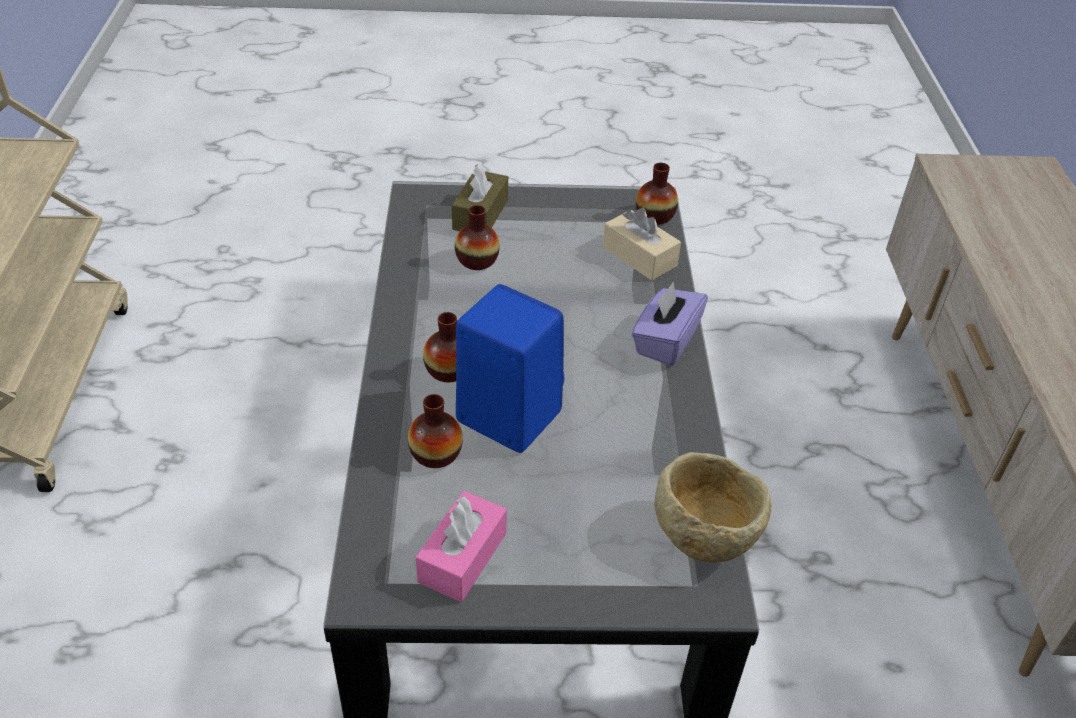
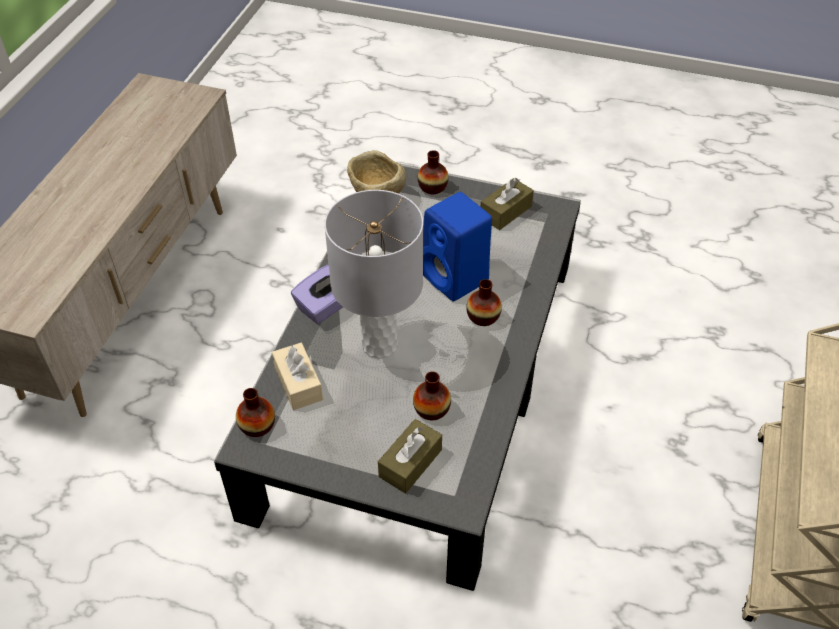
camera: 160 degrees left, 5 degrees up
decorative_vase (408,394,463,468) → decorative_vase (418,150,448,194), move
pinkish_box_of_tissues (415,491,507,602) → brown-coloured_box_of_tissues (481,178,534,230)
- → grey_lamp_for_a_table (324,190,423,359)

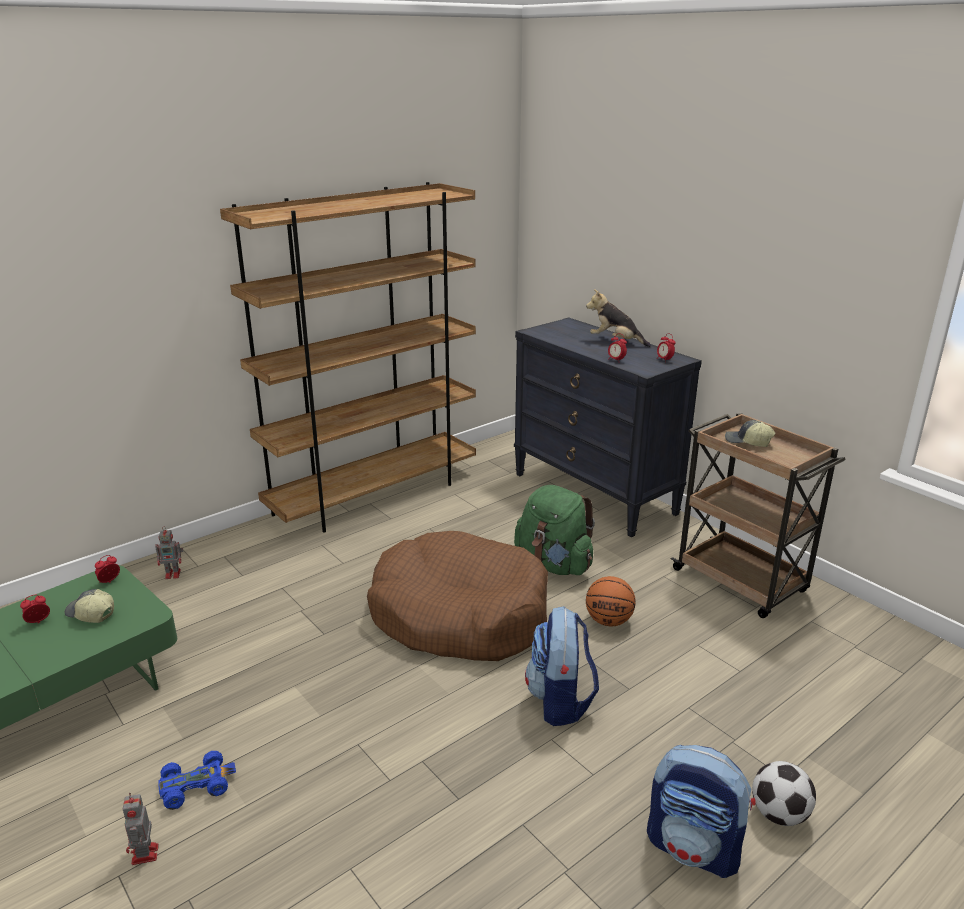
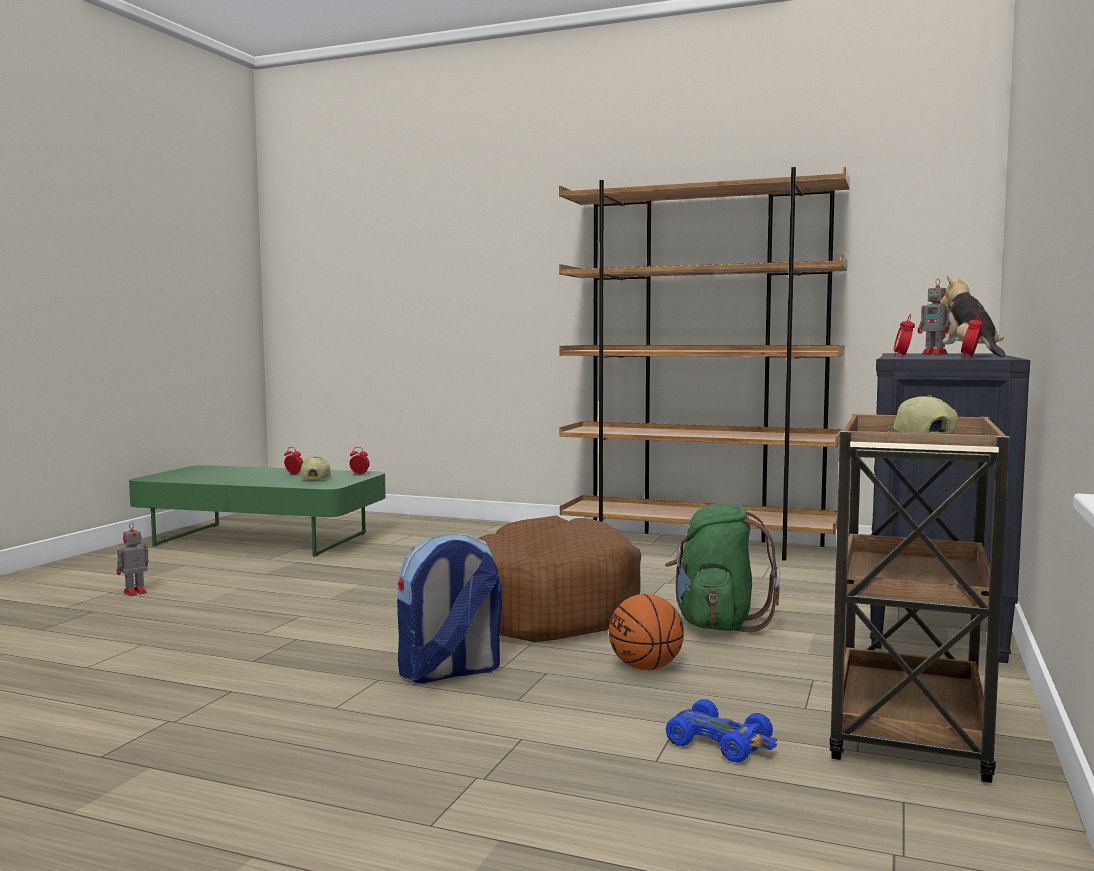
camera: 60 degrees right, 20 degrees down
model_robot (155,526,183,579) → model_robot (918,280,951,354), move
blue-coloured_model_car (158,751,236,810) → blue-coloured_model_car (666,699,777,763), move
rucksack (647,745,756,878) → -
football (752,761,816,826) → -

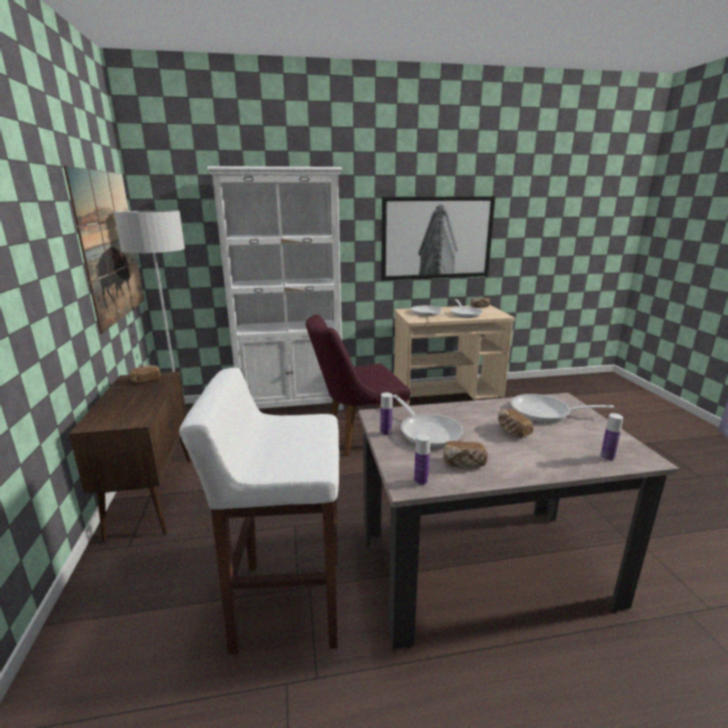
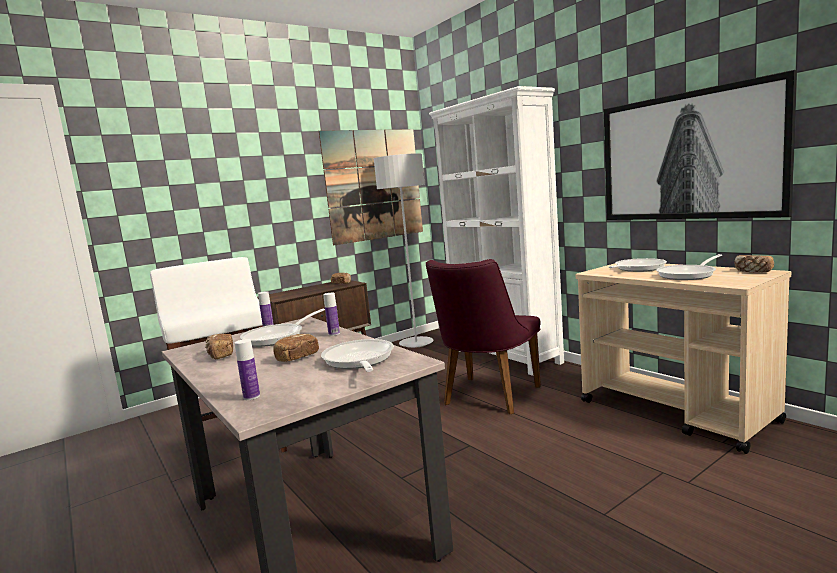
camera: 65 degrees right, 10 degrees down
purple-coloured_chair (306,315,411,456) → purple-coloured_chair (426,259,541,414), 105 degrees counterclockwise
drink_bottle (414,434,430,486) → drink_bottle (323,293,340,336), move

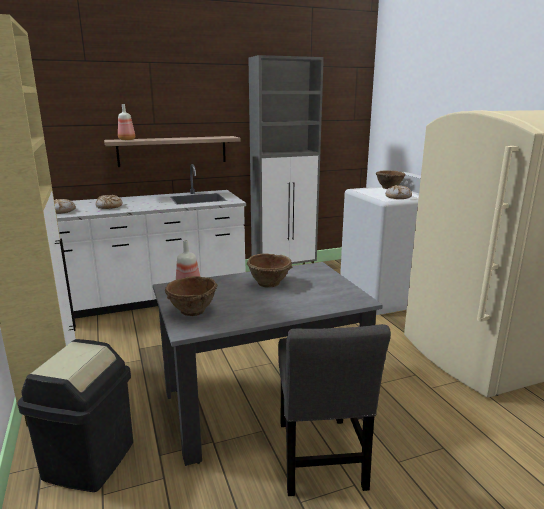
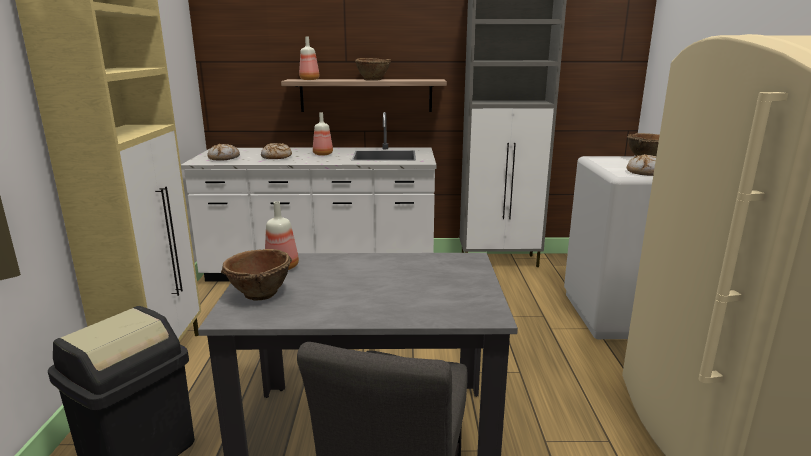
camera: 20 degrees right, 0 degrees up
brown-coloured_serving_bowl (247,253,292,287) → brown-coloured_serving_bowl (355,58,391,81), move
- → drink_bottle (313,113,333,156)

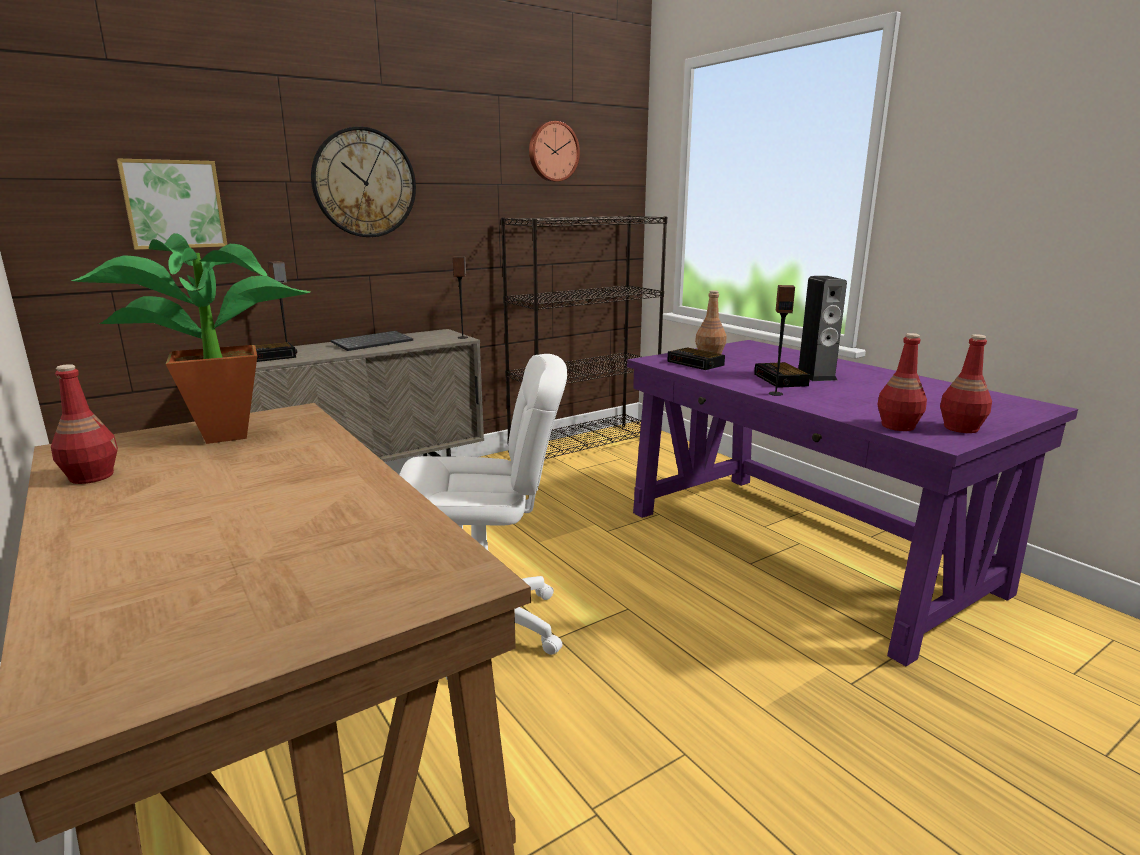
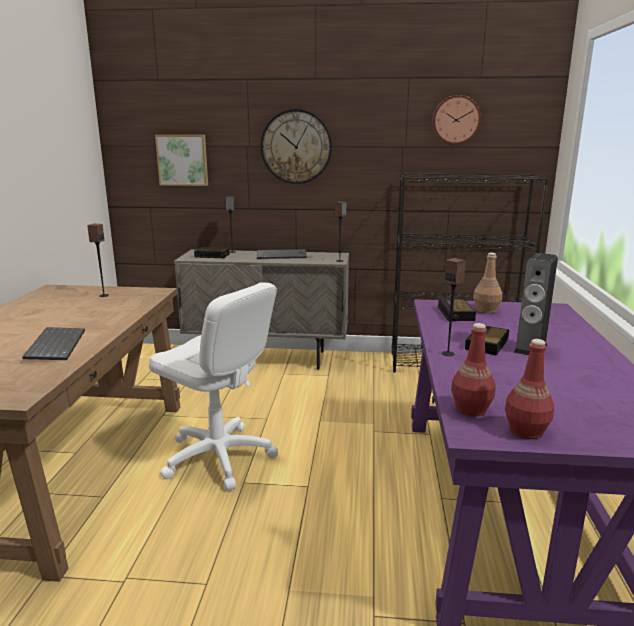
camera: 40 degrees right, 0 degrees up
red-coloured_drink_bottle (51,364,118,484) → -
plant_in_a_pot (71,233,310,444) → audio_speaker (87,224,109,297)
- → PC_keyboard (22,327,85,360)

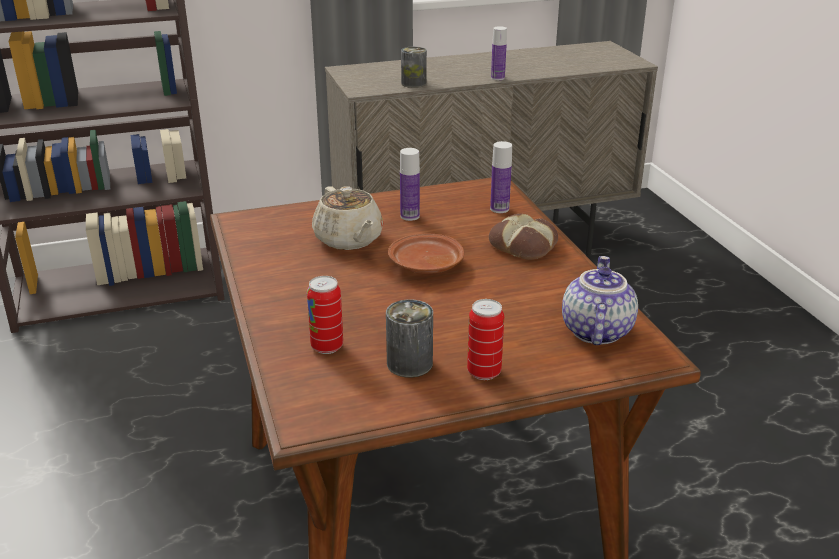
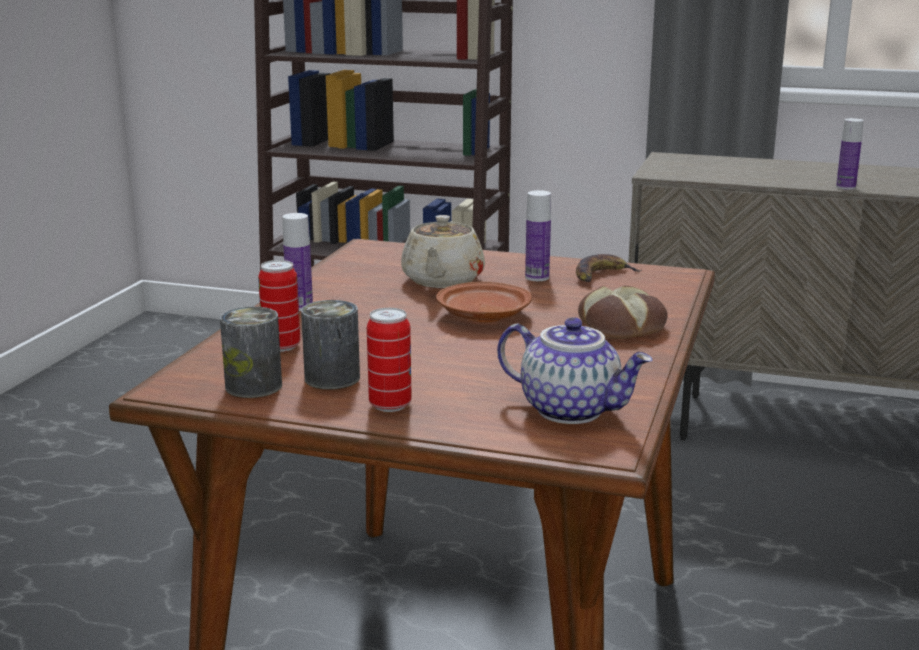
camera: 35 degrees right, 10 degrees down
metal_can (401,47,427,88) → metal_can (220,307,282,398), move
drink_bottle (490,141,512,213) → drink_bottle (283,213,313,311), move
tea_pot (562,256,638,345) → tea_pot (497,317,652,424), 75 degrees clockwise
- → banana_fruit (576,254,642,282)

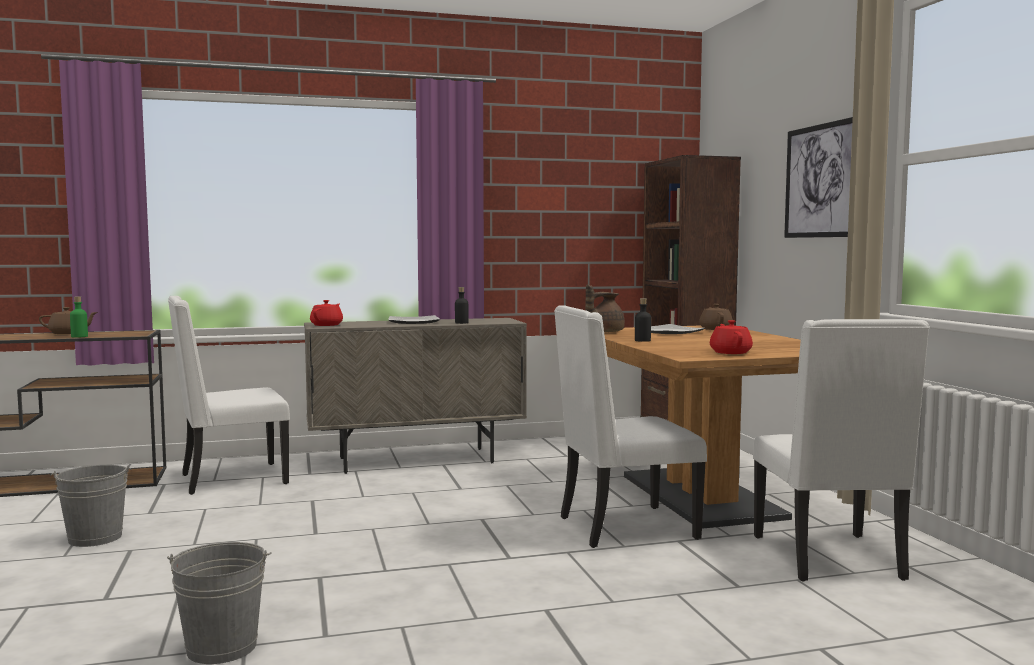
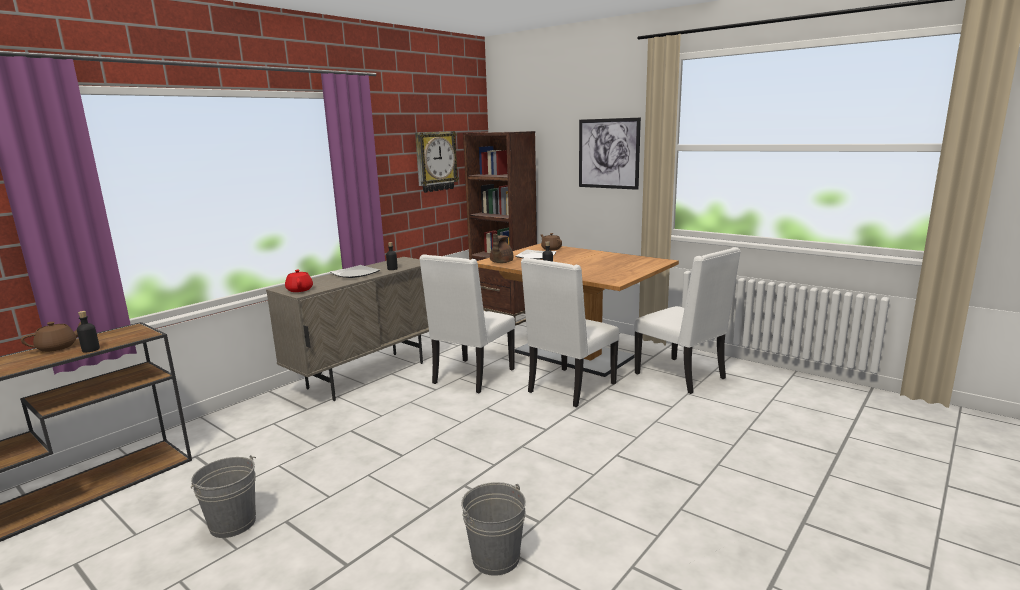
camera: 35 degrees left, 10 degrees up
green-coloured_drink_bottle (70,296,88,338) → black-coloured_drink_bottle (77,311,100,353)
white-coloured_chair (168,296,290,495) → white-coloured_chair (419,254,515,393), move
red-coloured_tea_pot (710,320,753,354) → -
- → wall_clock (415,131,459,193)

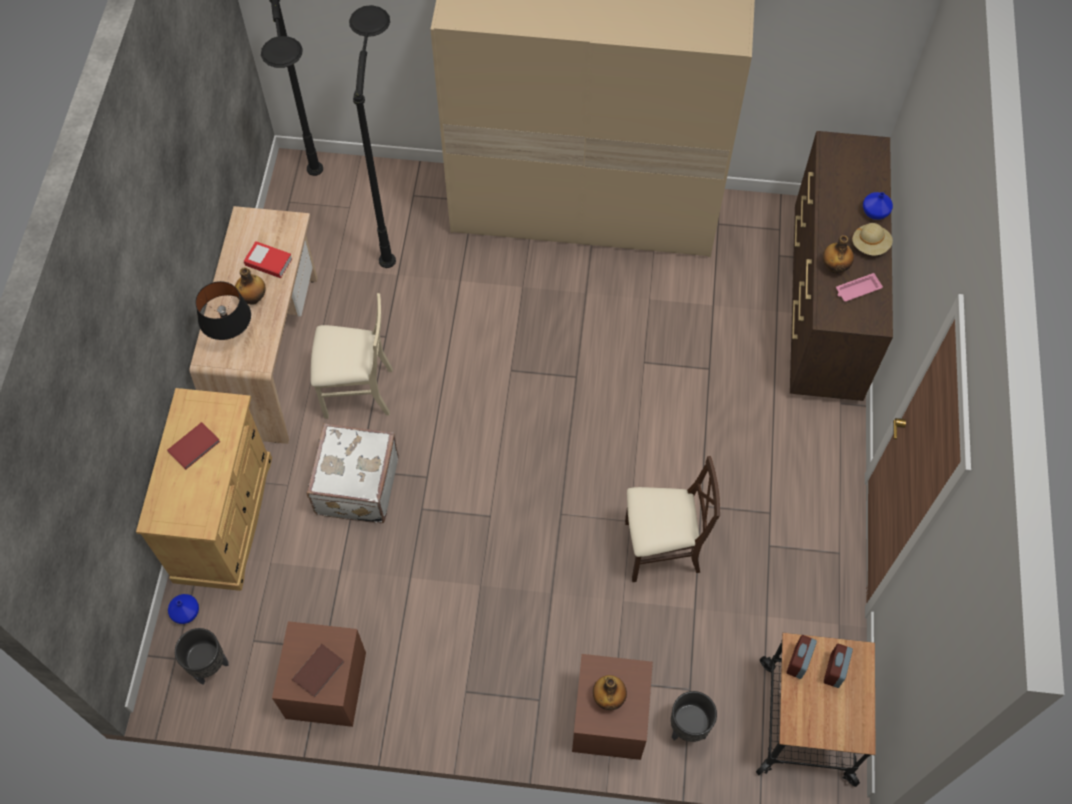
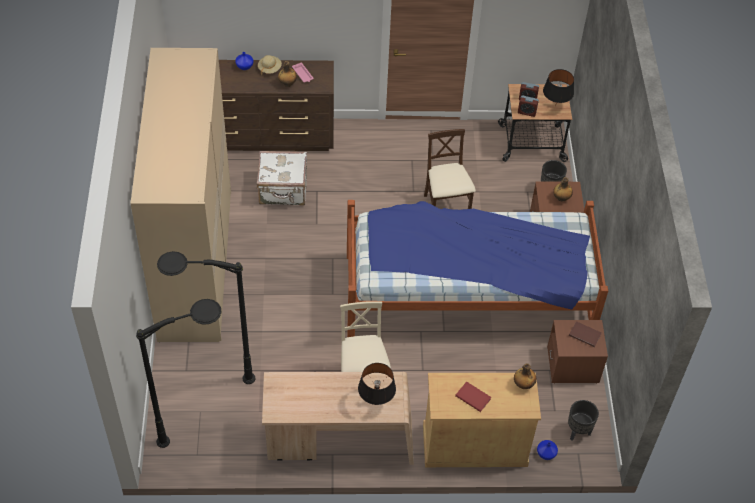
camera: 100 degrees left, 10 degrees down
drink_bottle (235,267,266,305) → drink_bottle (514,364,536,389), move
volume (244,241,292,278) → -
white-coloured_piece_of_luggage (307,423,399,523) → white-coloured_piece_of_luggage (257,151,307,206), move
- → bedroom_bed (347,200,608,337)
- → black-coloured_lamp_for_a_table (543,69,574,106)

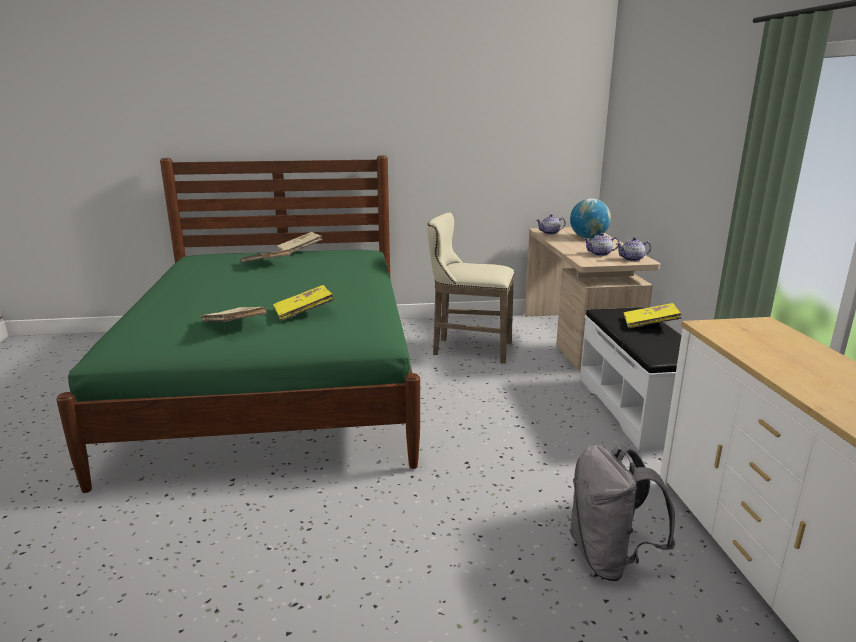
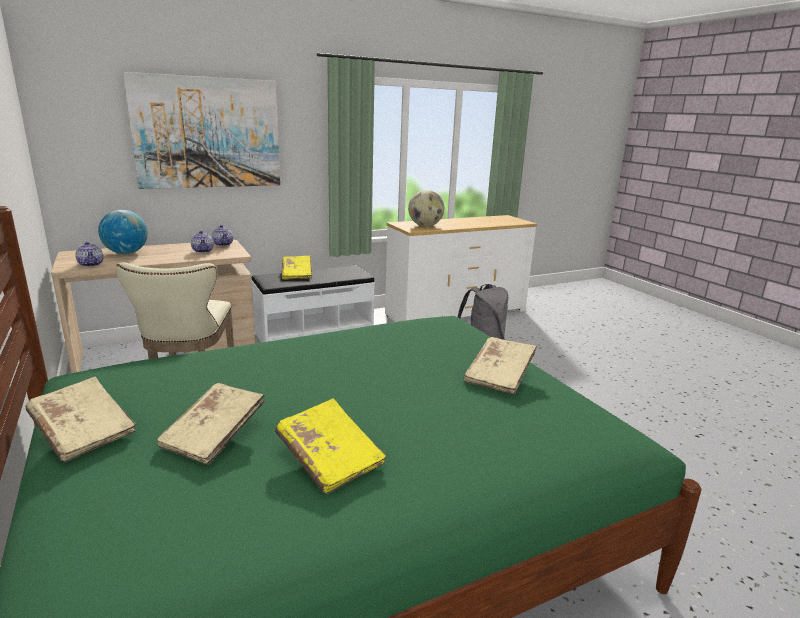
camera: 110 degrees left, 0 degrees up
yellow_volume (273,285,334,321) → yellow_volume (275,398,386,494), move
- → picture (123,72,280,189)
- → globe (408,190,444,227)

